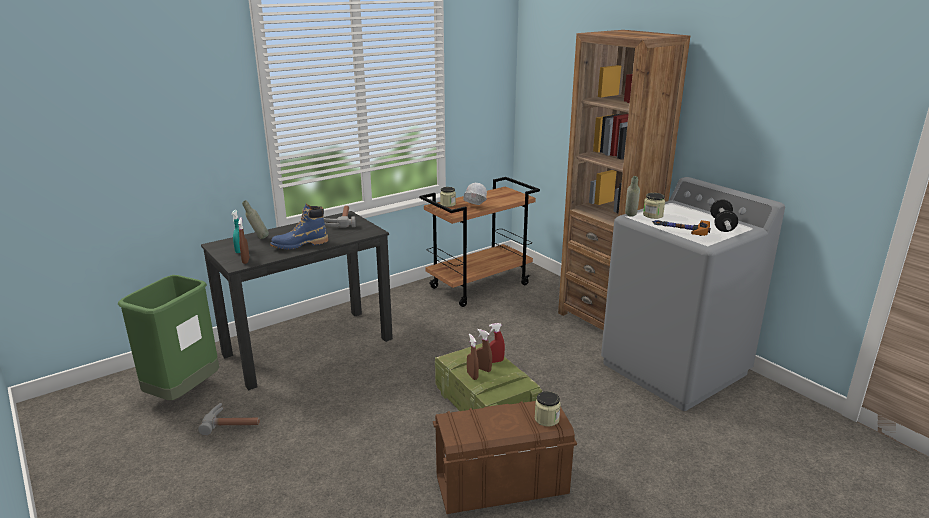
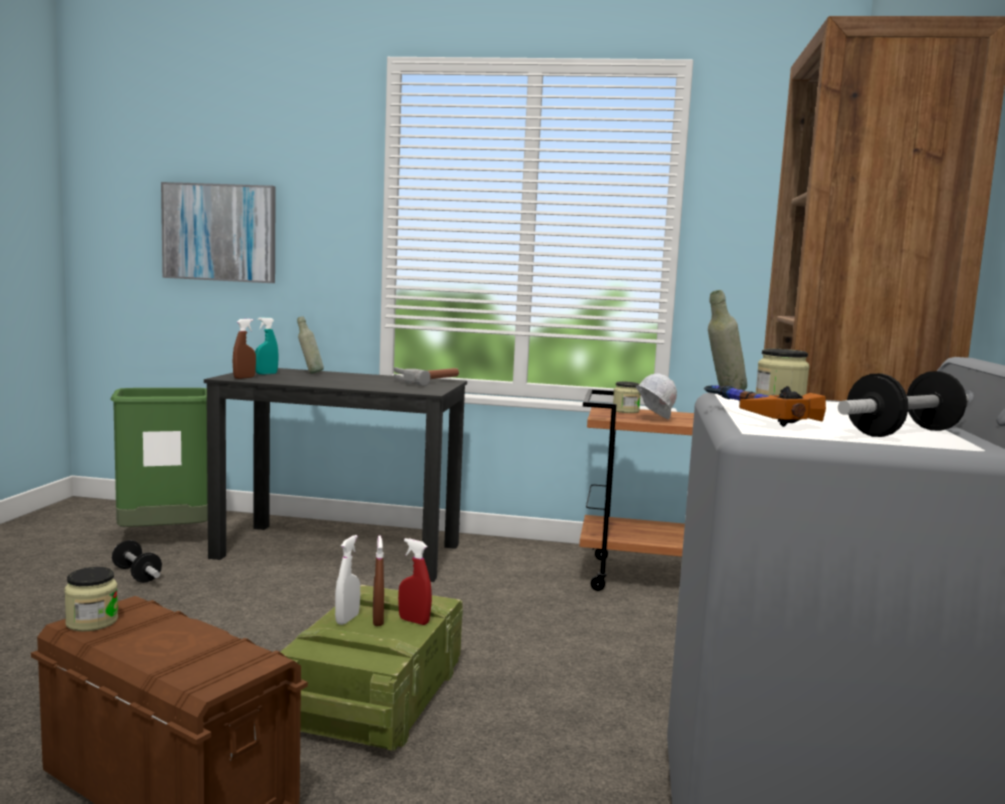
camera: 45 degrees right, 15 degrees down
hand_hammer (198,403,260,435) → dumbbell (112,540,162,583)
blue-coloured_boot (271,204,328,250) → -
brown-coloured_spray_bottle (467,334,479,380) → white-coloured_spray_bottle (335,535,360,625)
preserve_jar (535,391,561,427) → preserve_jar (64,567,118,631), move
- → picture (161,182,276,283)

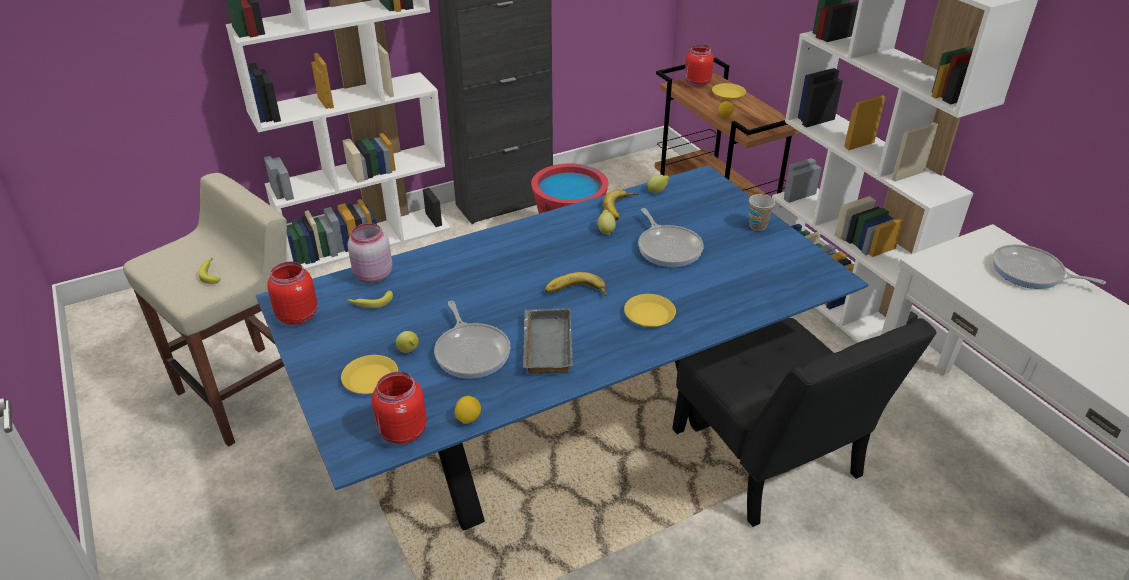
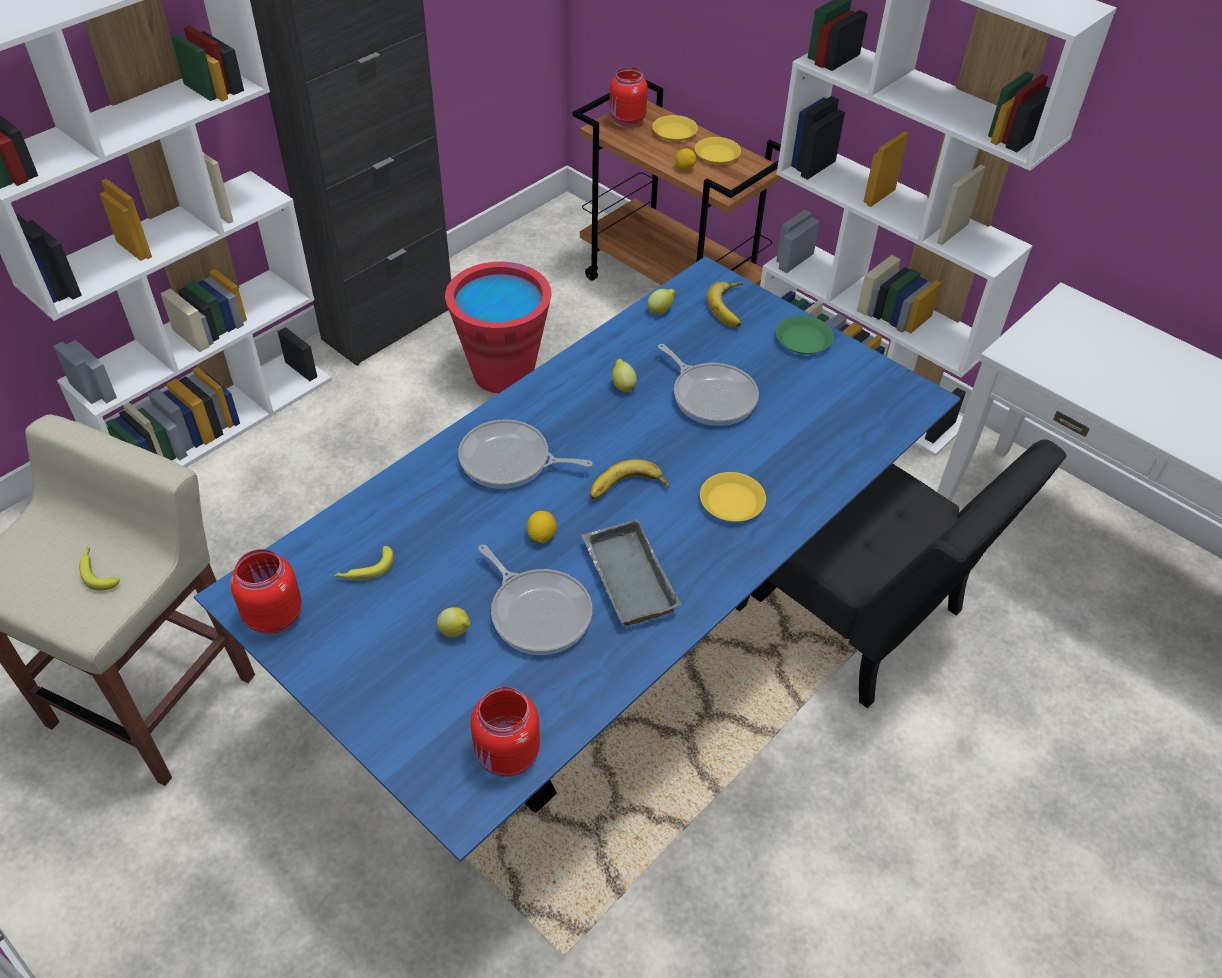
camera: 20 degrees left, 10 degrees up
yellow_plate (341,355,398,394) → yellow_plate (695,137,741,164), move
pinkish_preserve_jar (347,223,393,283) → -
lemon (455,396,481,424) → lemon (527,511,557,543), move
banana_fruit (603,189,638,221) → banana_fruit (707,282,743,327), move
drinking_cup (749,194,775,231) → green-coloured_plate (776,316,834,354)
pan (992,244,1106,289) → pan (458,419,593,489), move

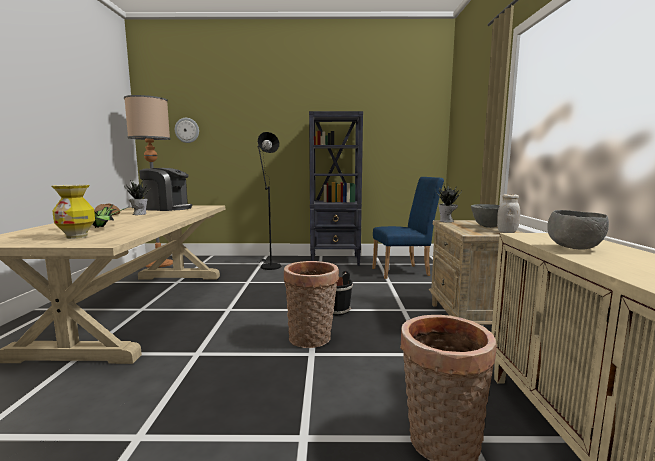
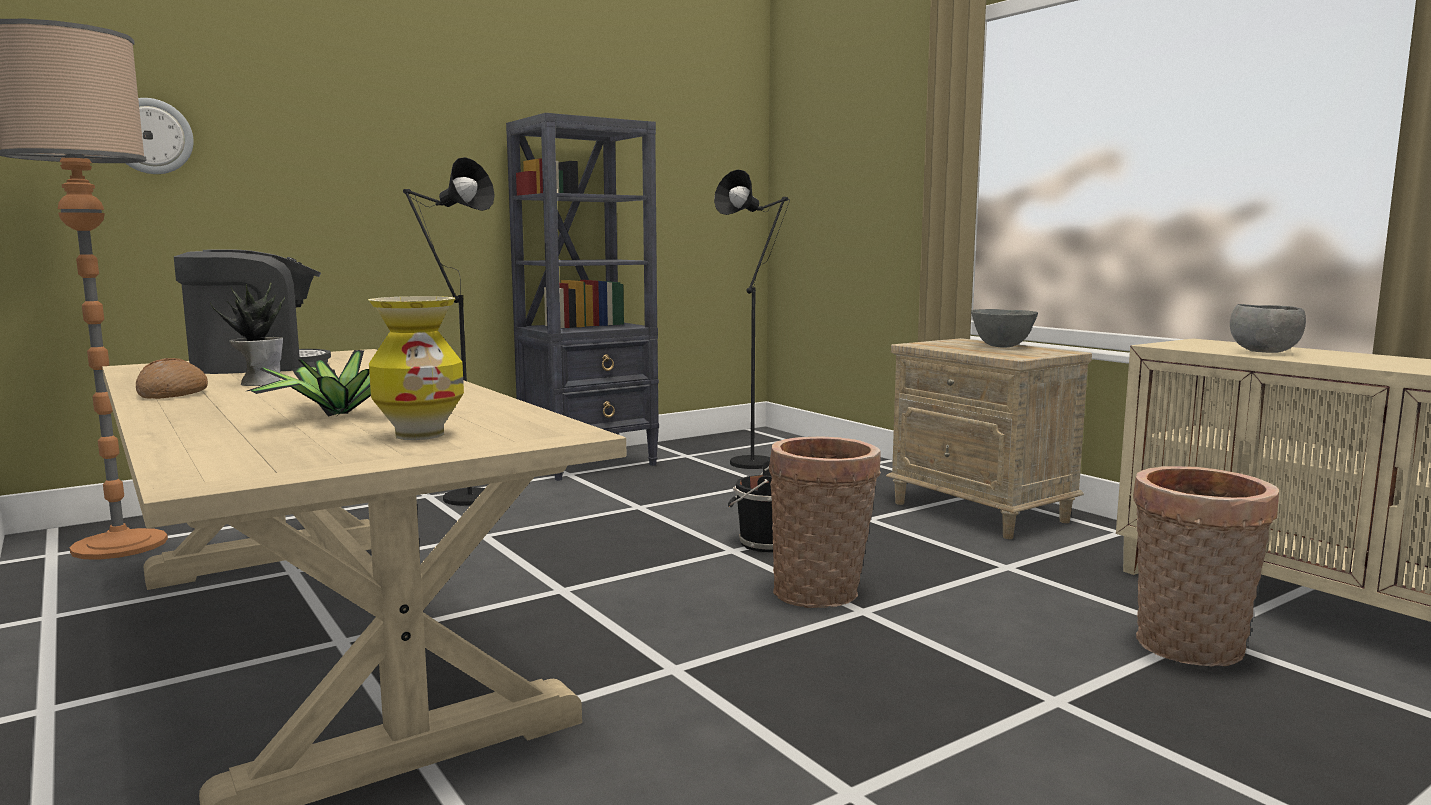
camera: 35 degrees left, 0 degrees up
blue-coloured_chair (372,177,444,279) → black-coloured_standing_lamp (714,170,790,469)
plant_in_a_pot (436,186,462,223) → -
white-coloured_preserve_jar (497,194,520,233) → -

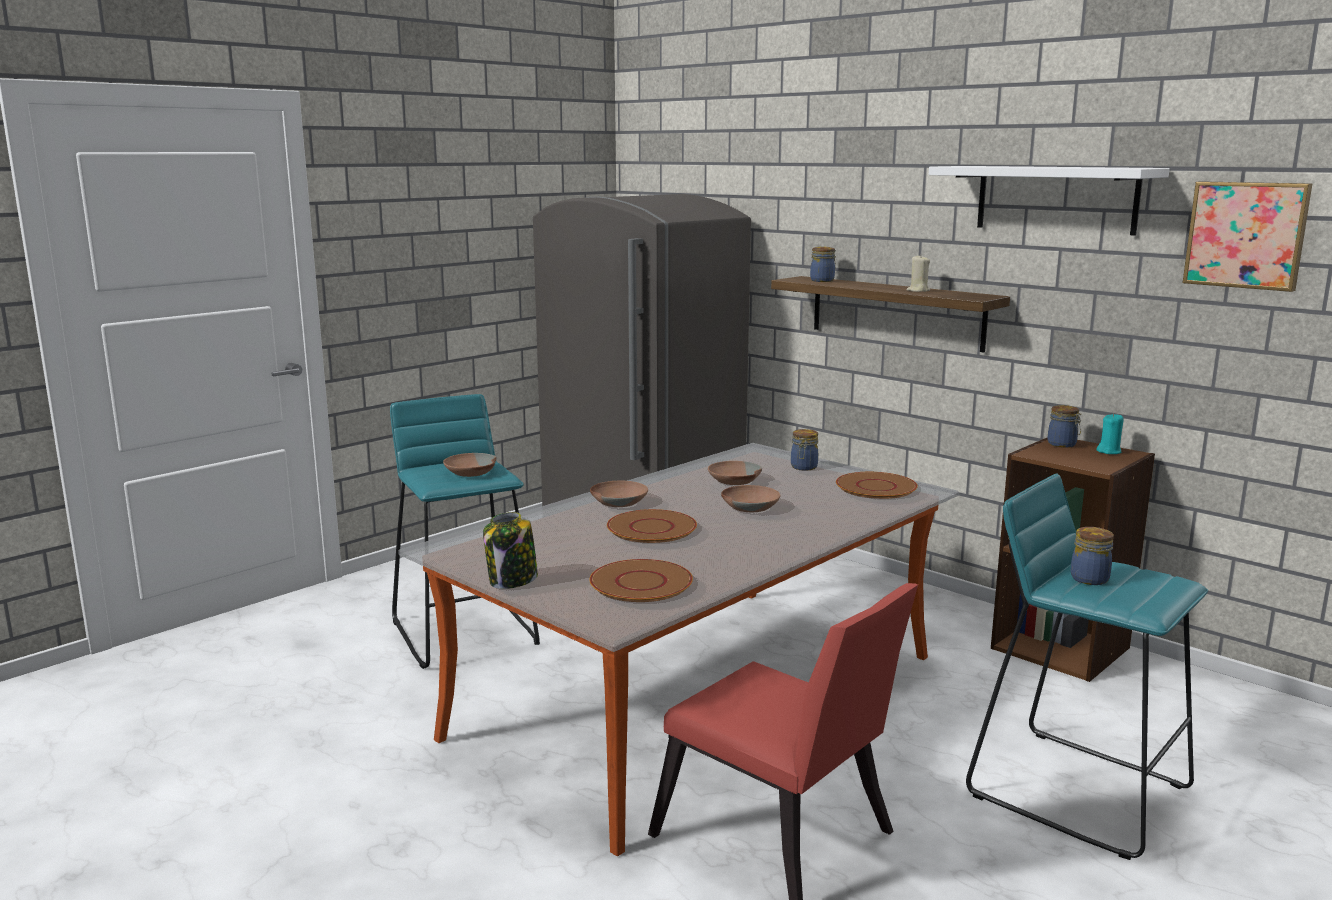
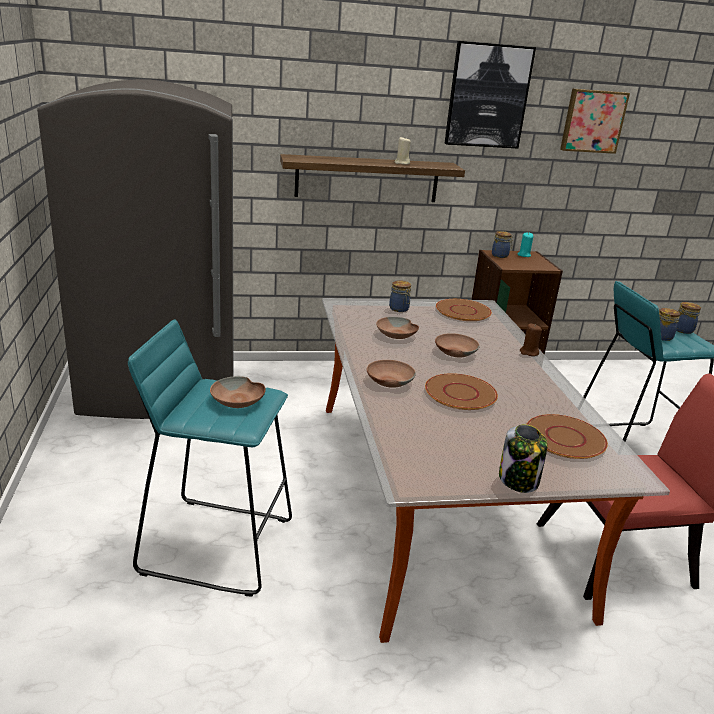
camera: 55 degrees left, 10 degrees up
preserve_jar (810,247,836,282) → preserve_jar (676,302,701,334), move
white-coloured_shelf (929,166,1170,236) → picture (444,41,536,148)
- → brown-coloured_candle (520,323,542,356)

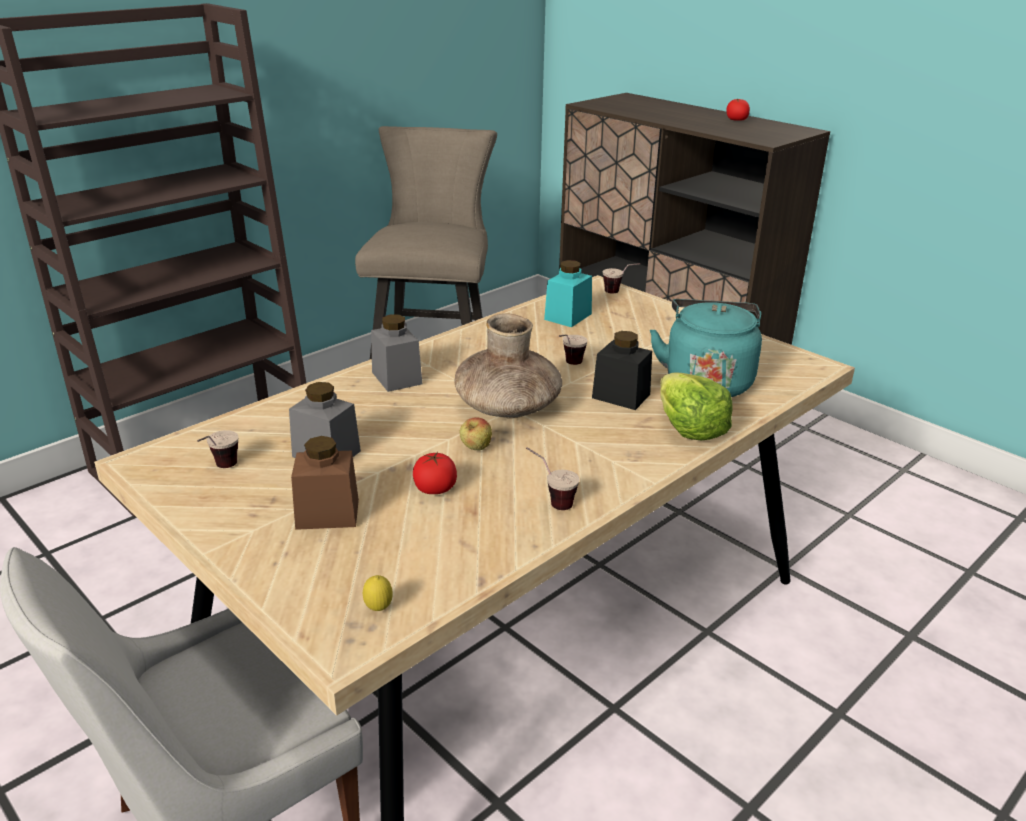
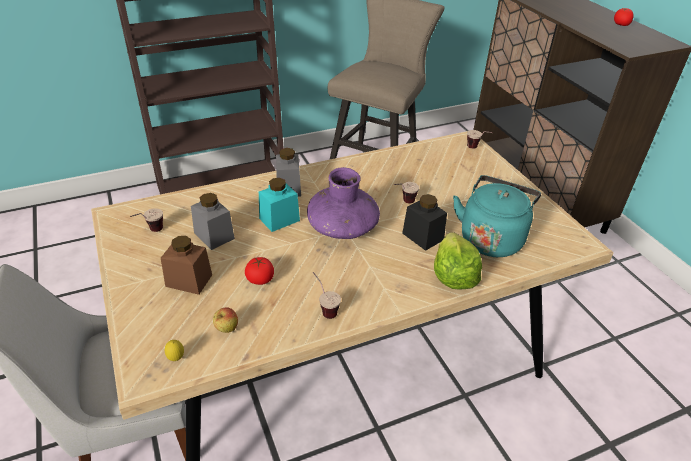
camera: 20 degrees right, 10 degrees up
brown-coloured_decorative_vase (455,313,562,418) → purple-coloured_decorative_vase (307,167,380,239)
apple (460,417,492,451) → apple (213,307,238,333), move
turquoise-coloured_preserve_jar (544,260,592,327) → turquoise-coloured_preserve_jar (259,178,300,232), move

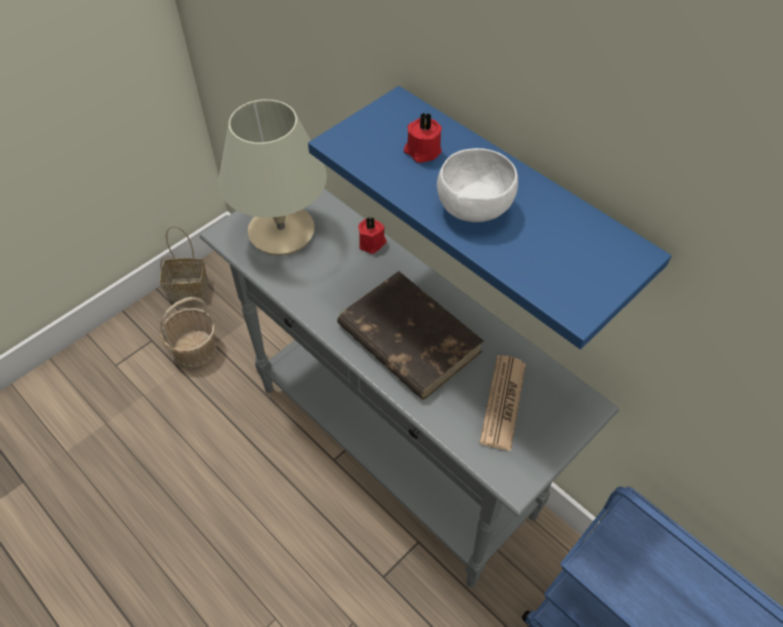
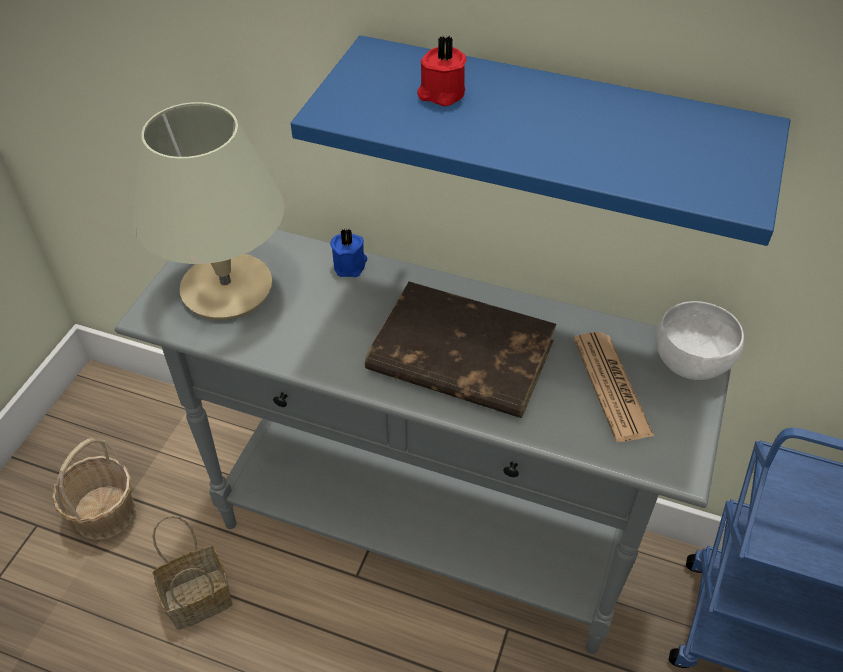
camera: 25 degrees left, 5 degrees down
storage_basket (160,226,208,301) → storage_basket (152,516,233,630), move
red-coloured_candle (358,217,387,254) → blue-coloured_candle (330,229,367,277)
white-coloured_serving_bowl (437,148,518,222) → white-coloured_serving_bowl (656,301,744,380), move

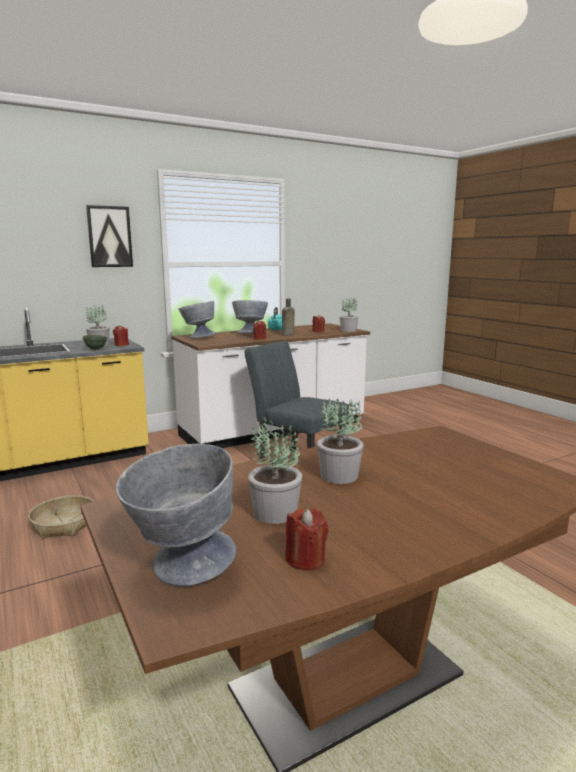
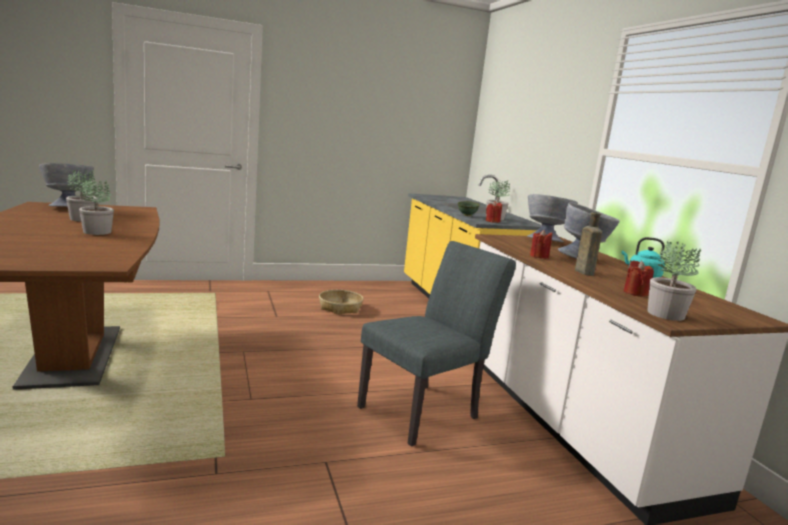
camera: 100 degrees right, 0 degrees up
picture (86,205,133,267) → -
red-coloured_candle (285,508,328,571) → -

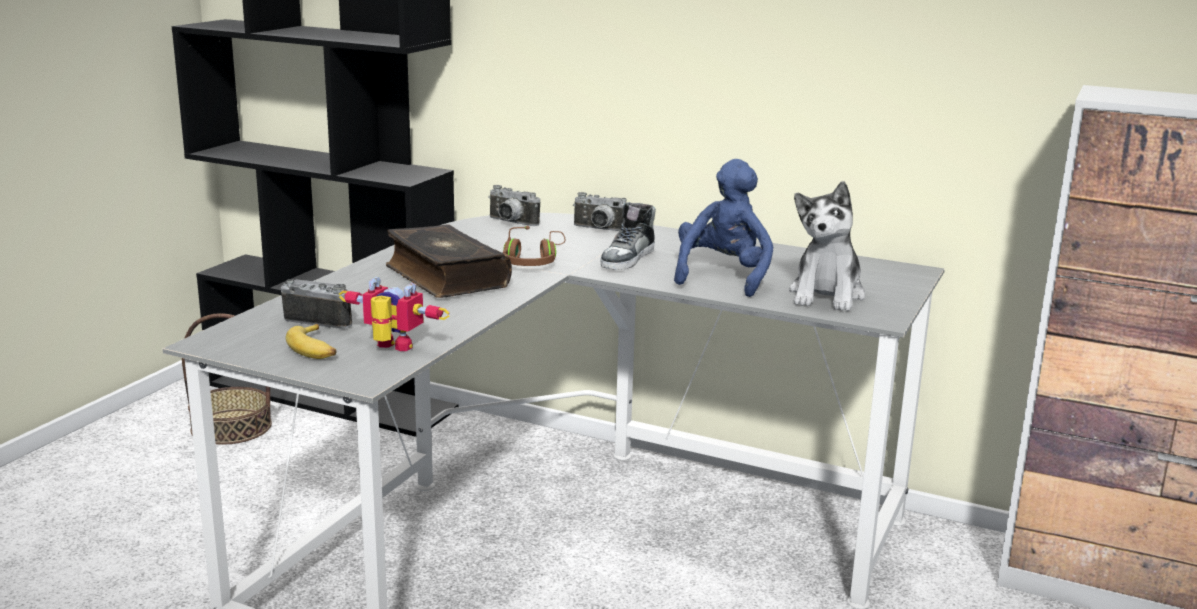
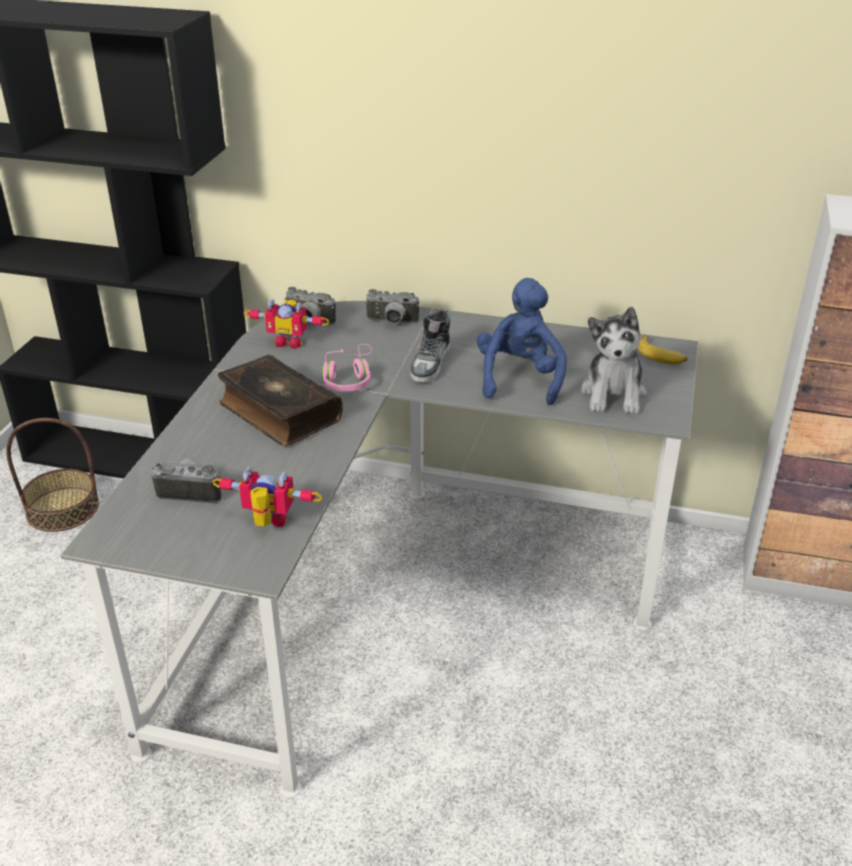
camera: 10 degrees left, 15 degrees up
banana_fruit (286,324,336,359) → banana_fruit (637,335,687,365), move
brown-coloured_pair_of_headphones (503,226,565,266) → pinkish_pair_of_headphones (322,344,372,392)
- → model_robot (243,299,329,349)

